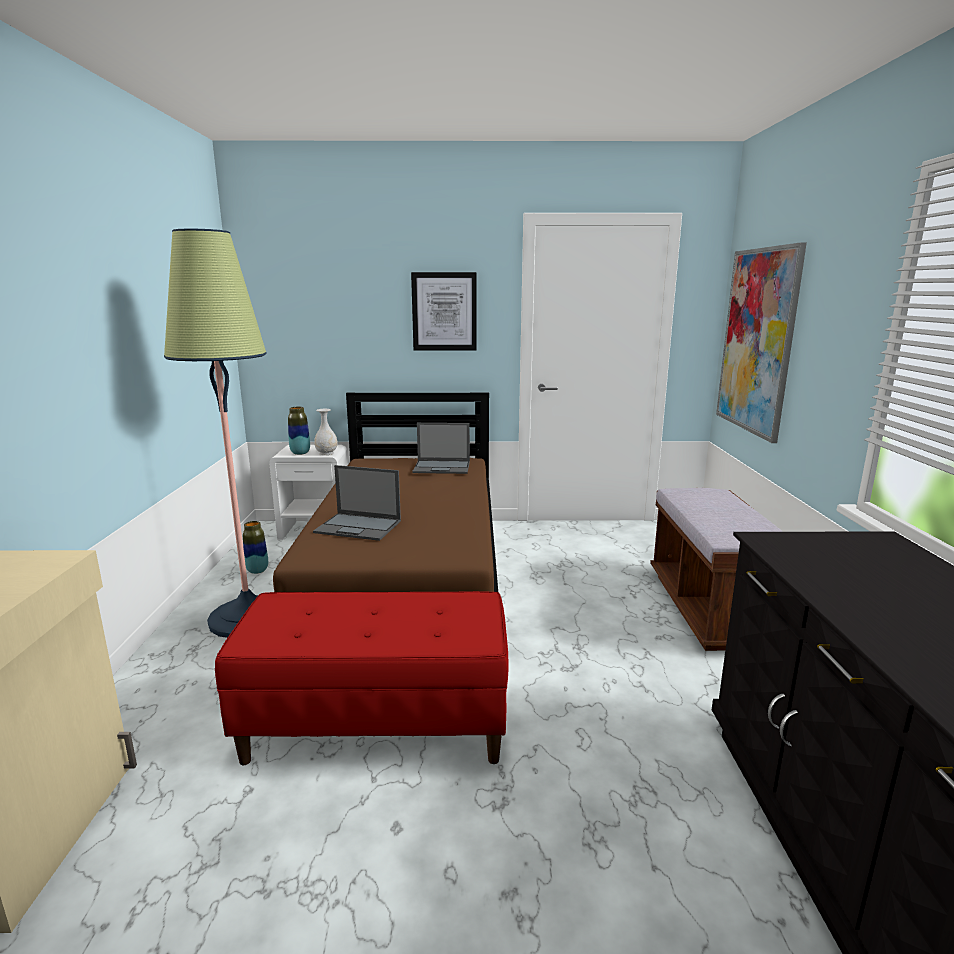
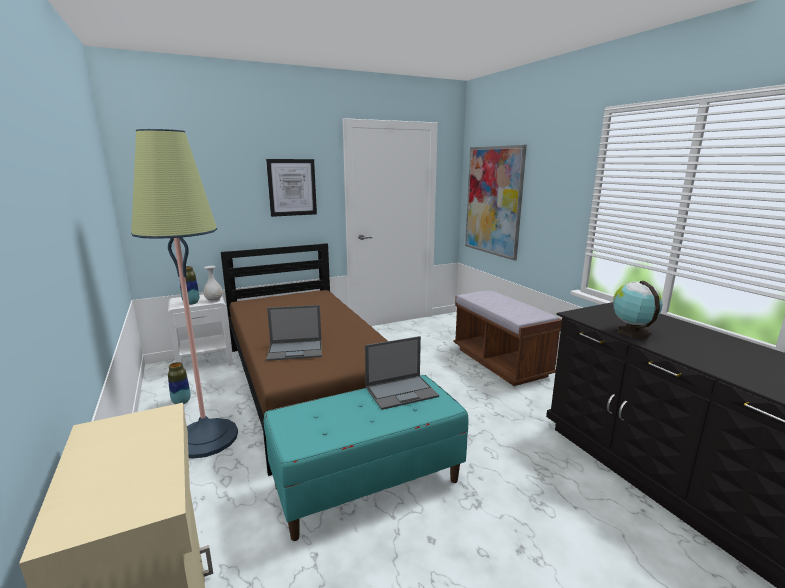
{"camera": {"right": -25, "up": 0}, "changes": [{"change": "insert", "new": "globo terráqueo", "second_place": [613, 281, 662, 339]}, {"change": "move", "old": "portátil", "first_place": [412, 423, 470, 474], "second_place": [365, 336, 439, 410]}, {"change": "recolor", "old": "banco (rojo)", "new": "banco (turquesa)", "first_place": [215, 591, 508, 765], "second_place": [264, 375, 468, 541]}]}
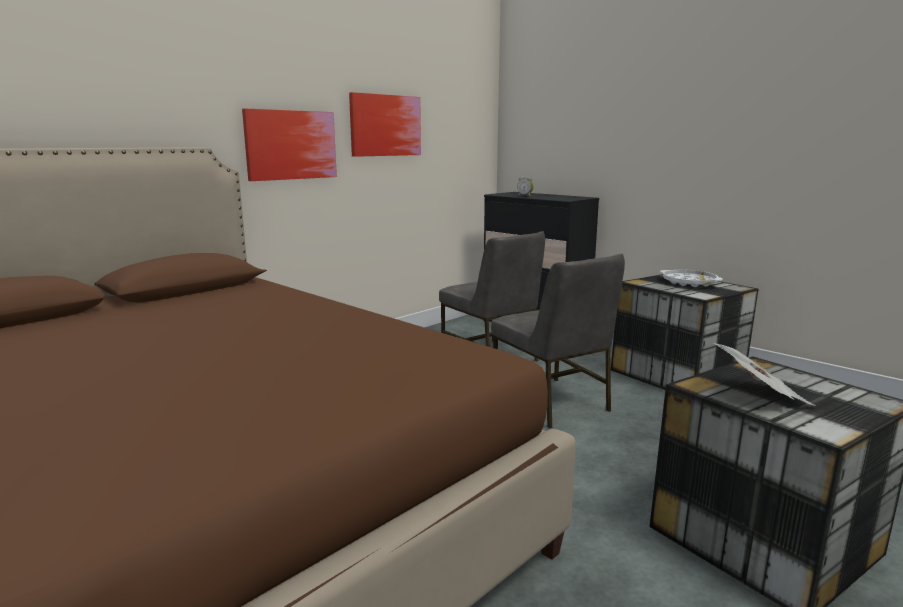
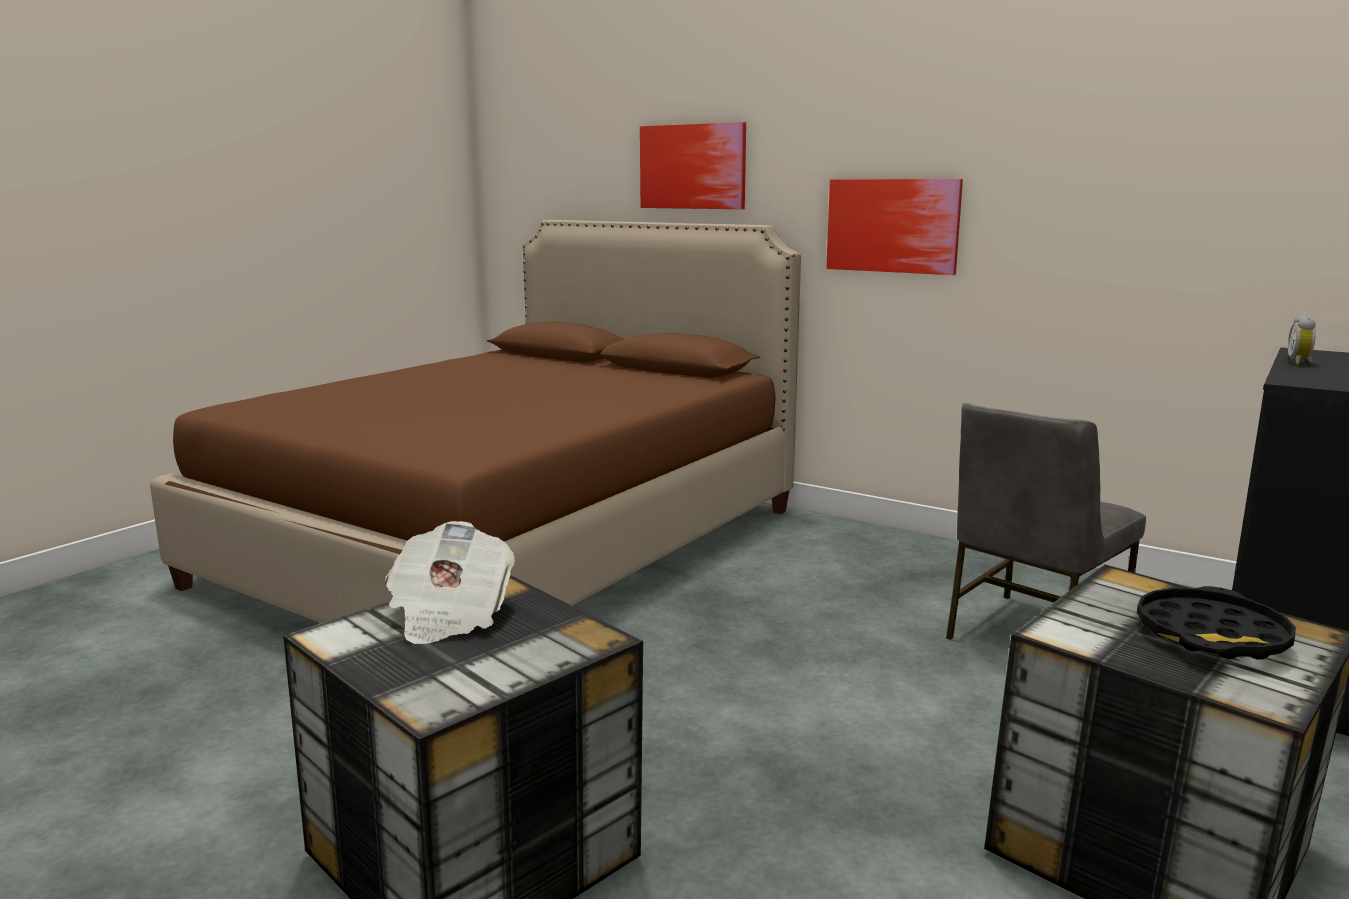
{"camera": {"right": 80, "up": 0}, "changes": [{"change": "delete", "old": "silla (gris)", "first_place": [491, 254, 625, 428]}, {"change": "move", "old": "cuadro", "first_place": [349, 92, 421, 157], "second_place": [640, 122, 746, 209]}, {"change": "recolor", "old": "bandeja (blanco)", "new": "bandeja (negro)", "first_place": [660, 270, 723, 287], "second_place": [1137, 586, 1296, 660]}]}
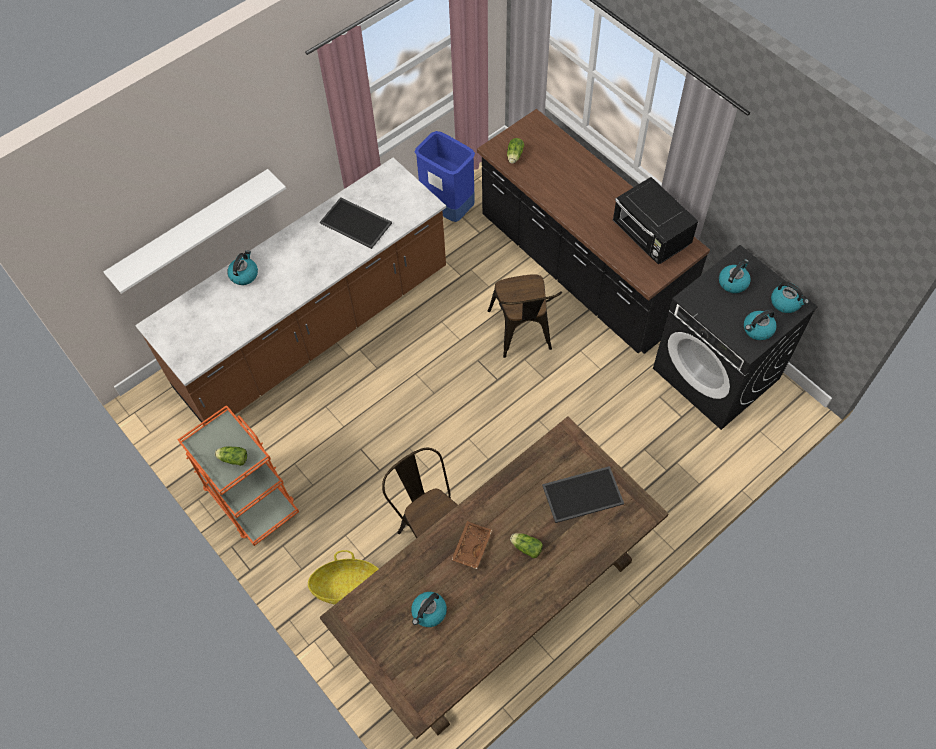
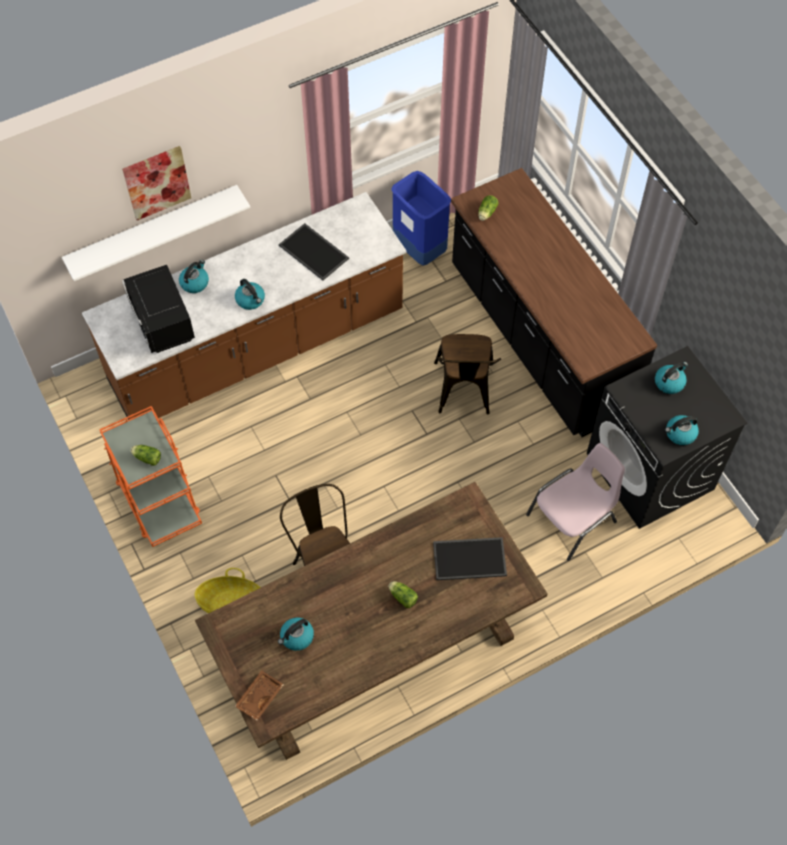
{"camera": {"right": 10, "up": 0}, "changes": [{"change": "insert", "new": "cuadro", "second_place": [122, 146, 191, 220]}, {"change": "insert", "new": "silla (rosa)", "second_place": [526, 443, 625, 561]}, {"change": "move", "old": "bandeja (marrón)", "first_place": [451, 521, 492, 569], "second_place": [235, 670, 284, 721]}, {"change": "move", "old": "microondas (negro)", "first_place": [613, 177, 698, 264], "second_place": [122, 265, 195, 353]}, {"change": "move", "old": "hervidor", "first_place": [771, 282, 809, 313], "second_place": [235, 279, 265, 310]}]}
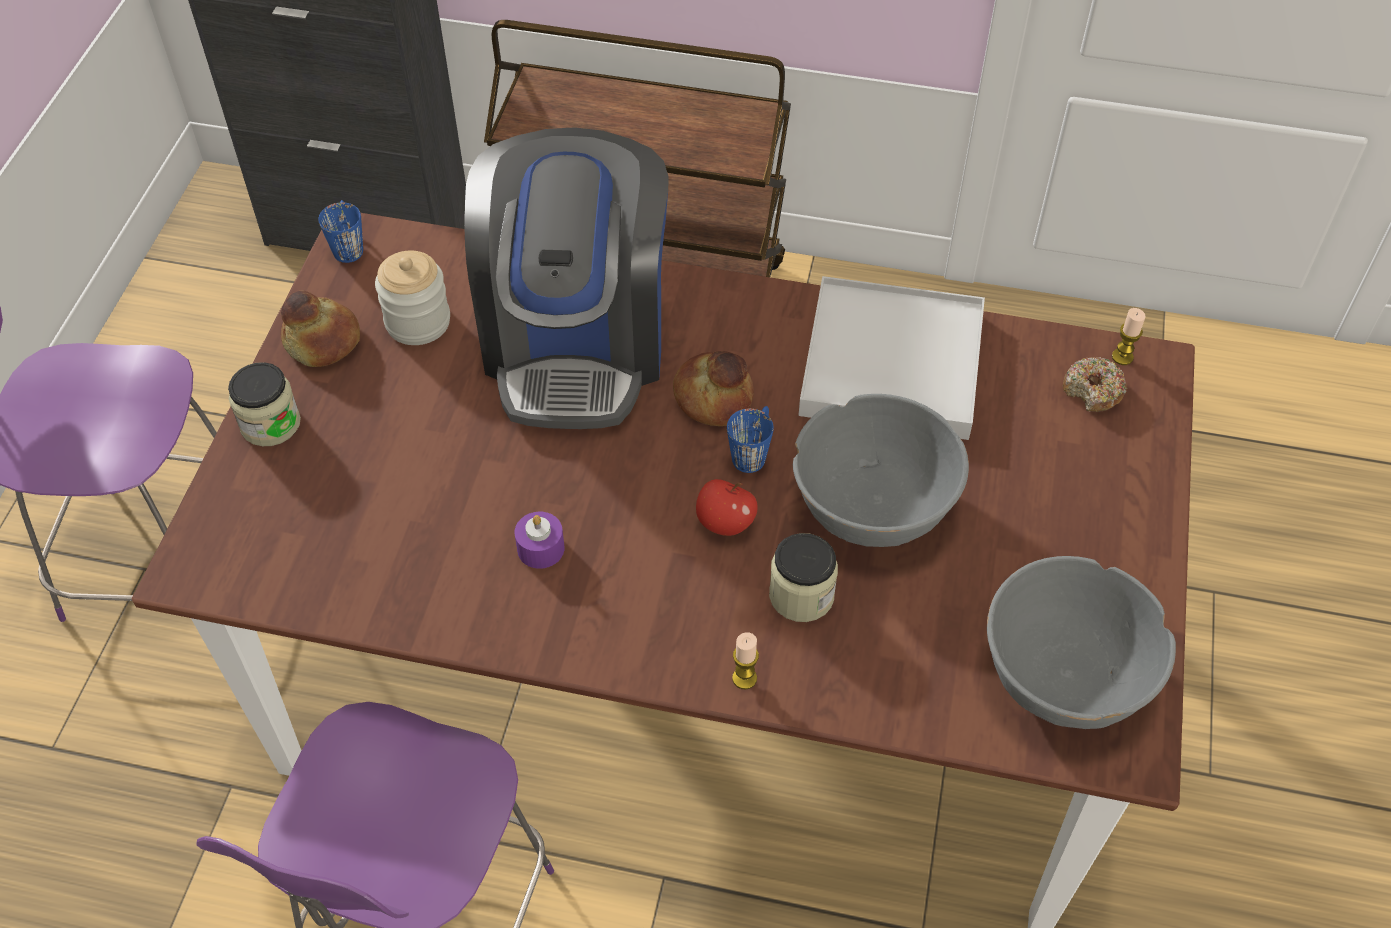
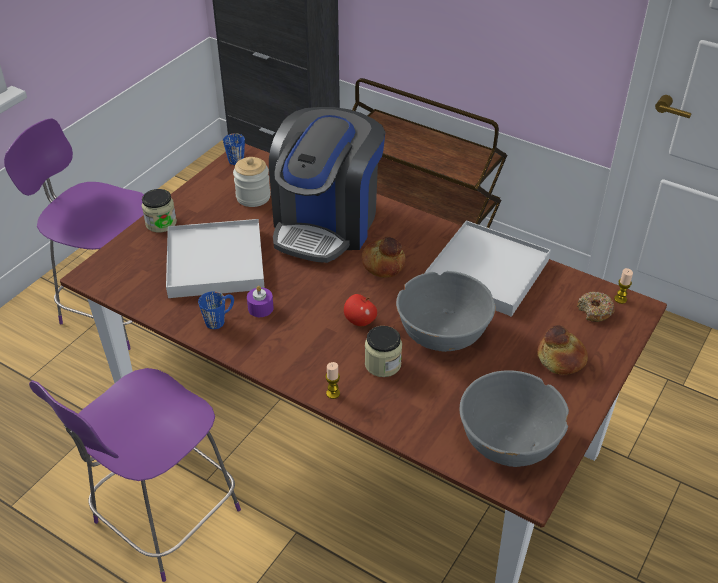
{"camera": {"right": 20, "up": -10}, "changes": [{"change": "insert", "new": "bandeja (blanco)", "second_place": [166, 219, 265, 298]}, {"change": "move", "old": "pan", "first_place": [281, 290, 360, 367], "second_place": [537, 325, 588, 375]}, {"change": "move", "old": "taza grande (azul)", "first_place": [727, 406, 774, 473], "second_place": [198, 291, 234, 329]}]}
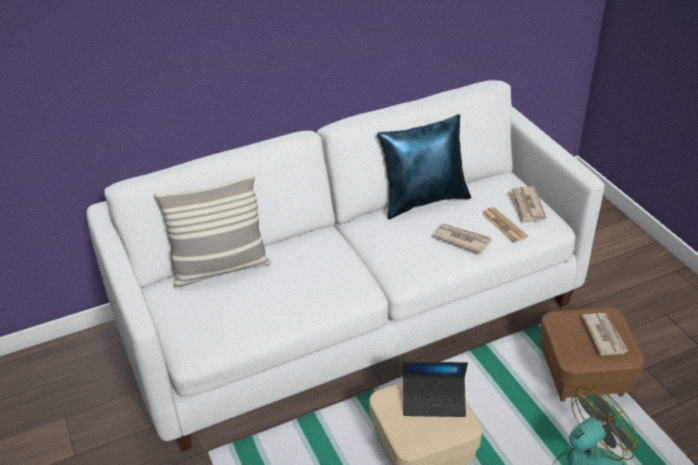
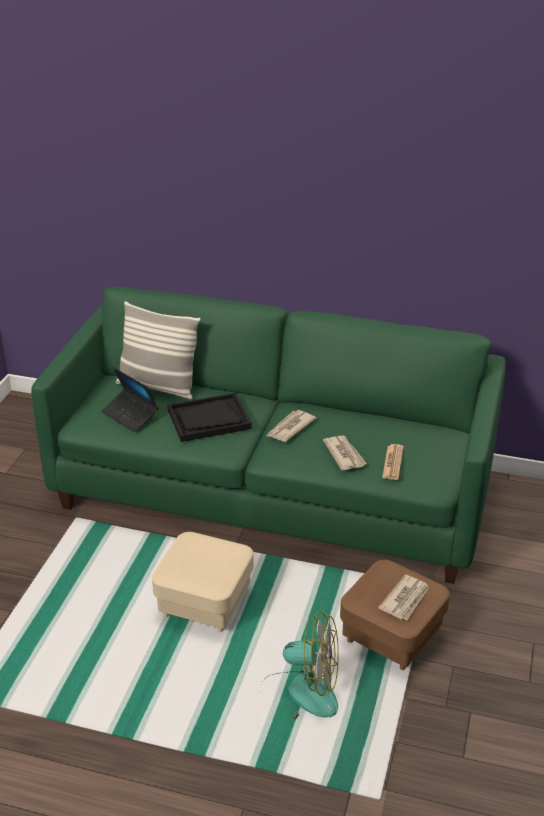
{"camera": {"right": 40, "up": -5}, "changes": [{"change": "delete", "old": "cojín (azul)", "first_place": [377, 114, 471, 219]}, {"change": "insert", "new": "bandeja (negro)", "second_place": [168, 393, 252, 442]}, {"change": "move", "old": "portátil", "first_place": [403, 361, 468, 417], "second_place": [101, 367, 159, 432]}, {"change": "move", "old": "periódico", "first_place": [508, 187, 546, 224], "second_place": [267, 410, 316, 442]}, {"change": "recolor", "old": "sofá (blanco)", "new": "sofá (verde)", "first_place": [87, 80, 604, 451], "second_place": [31, 287, 506, 584]}]}
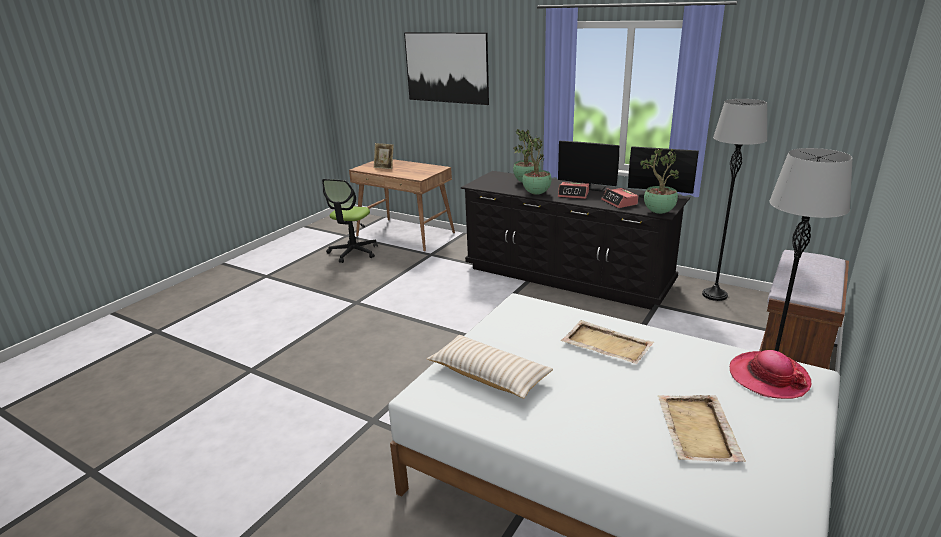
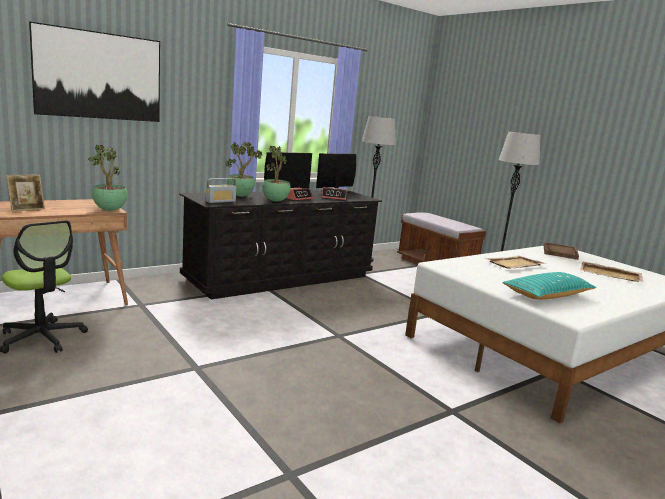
{"camera": {"right": -70, "up": -10}, "changes": [{"change": "insert", "new": "radio", "second_place": [206, 178, 236, 203]}, {"change": "move", "old": "planta en maceta", "first_place": [640, 148, 679, 214], "second_place": [88, 144, 127, 211]}, {"change": "replace", "old": "sombrero", "new": "bandeja (marrón)", "first_place": [730, 350, 812, 399], "second_place": [544, 242, 579, 260]}, {"change": "recolor", "old": "cojín (beis)", "new": "cojín (turquesa)", "first_place": [427, 335, 553, 399], "second_place": [502, 272, 597, 299]}]}
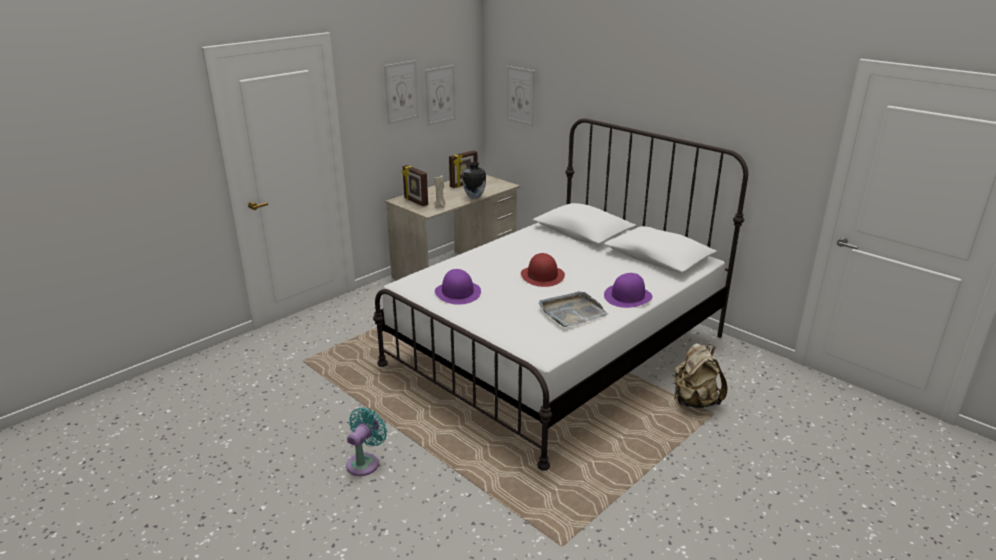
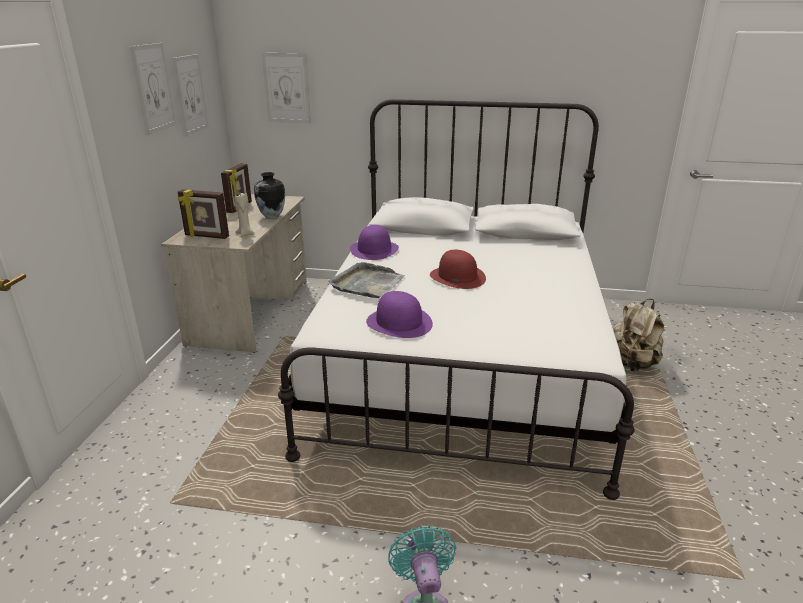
{"camera": {"right": -35, "up": 0}, "changes": [{"change": "move", "old": "bandeja (gris)", "first_place": [538, 291, 608, 327], "second_place": [329, 262, 405, 298]}, {"change": "move", "old": "sombrero (morado)", "first_place": [604, 273, 652, 308], "second_place": [350, 225, 399, 260]}]}
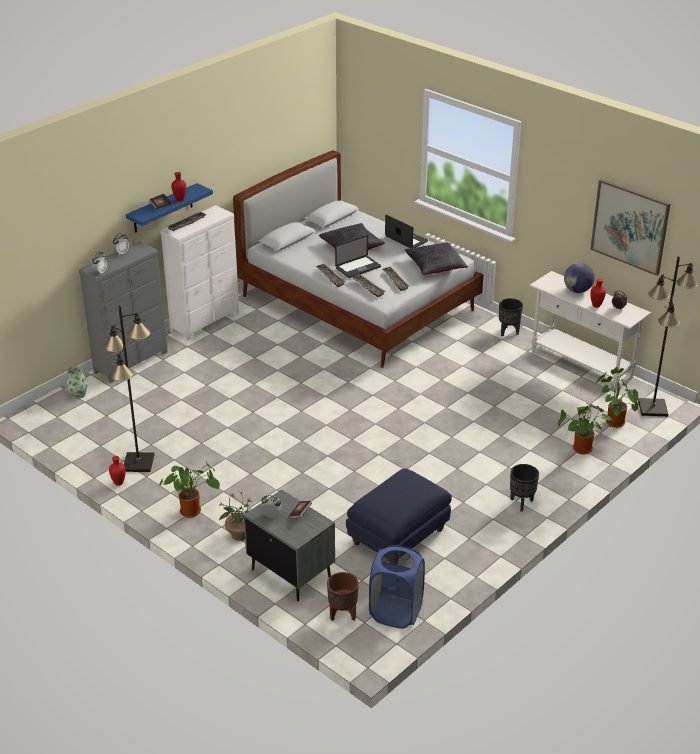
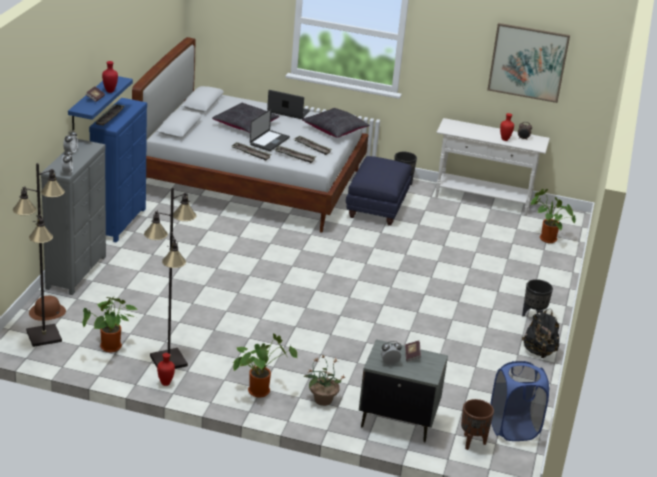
{"camera": {"right": -30, "up": -5}, "changes": [{"change": "delete", "old": "globo terráqueo", "first_place": [564, 263, 594, 293]}, {"change": "insert", "new": "mochila (negro)", "second_place": [522, 309, 559, 358]}, {"change": "move", "old": "puf (azul)", "first_place": [346, 468, 452, 552], "second_place": [346, 156, 412, 226]}, {"change": "move", "old": "planta en maceta", "first_place": [558, 403, 612, 454], "second_place": [82, 296, 139, 352]}, {"change": "move", "old": "lámpara de pie (negro)", "first_place": [638, 256, 698, 416], "second_place": [13, 163, 65, 347]}, {"change": "replace", "old": "florero", "new": "sombrero (marrón)", "first_place": [65, 366, 88, 399], "second_place": [29, 296, 66, 321]}, {"change": "recolor", "old": "cómoda (blanco)", "new": "cómoda (azul)", "first_place": [160, 205, 239, 341], "second_place": [89, 98, 147, 243]}]}
